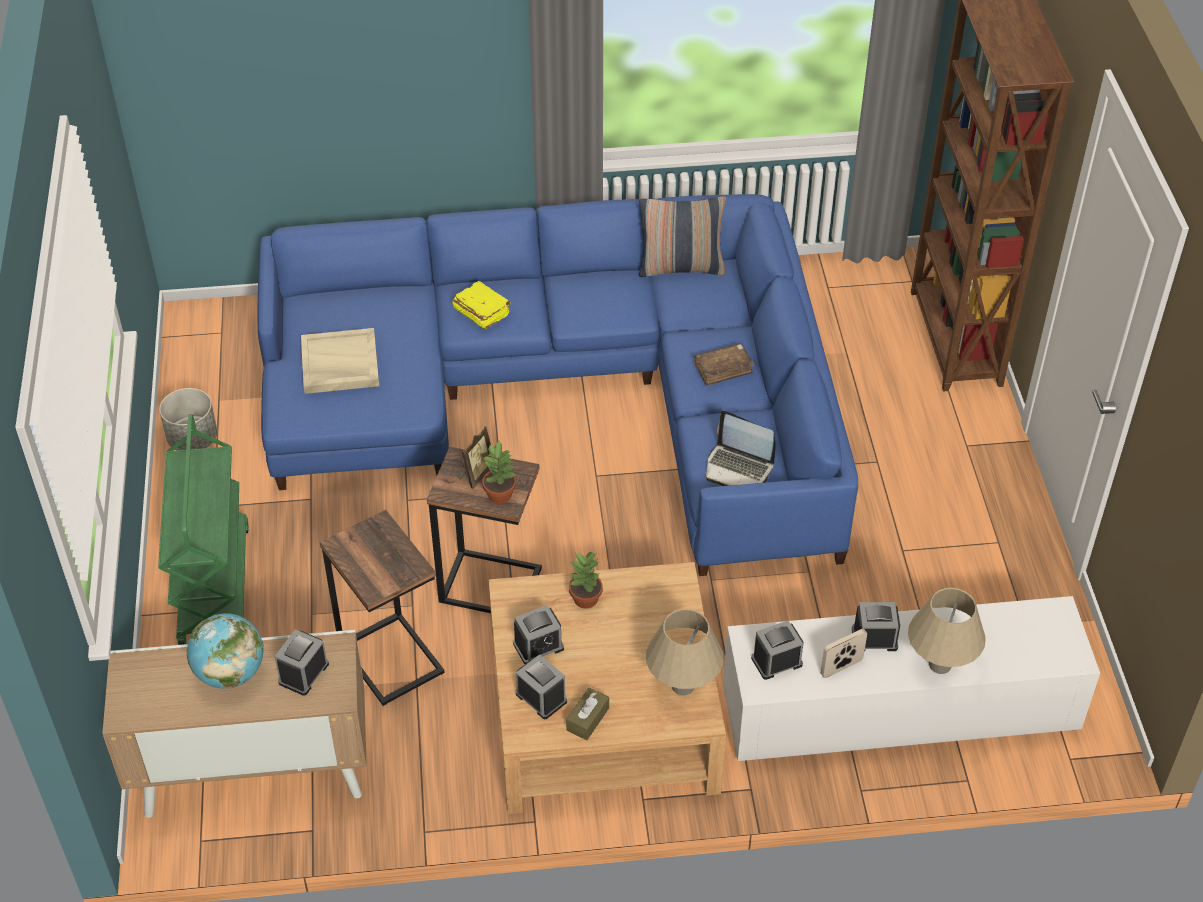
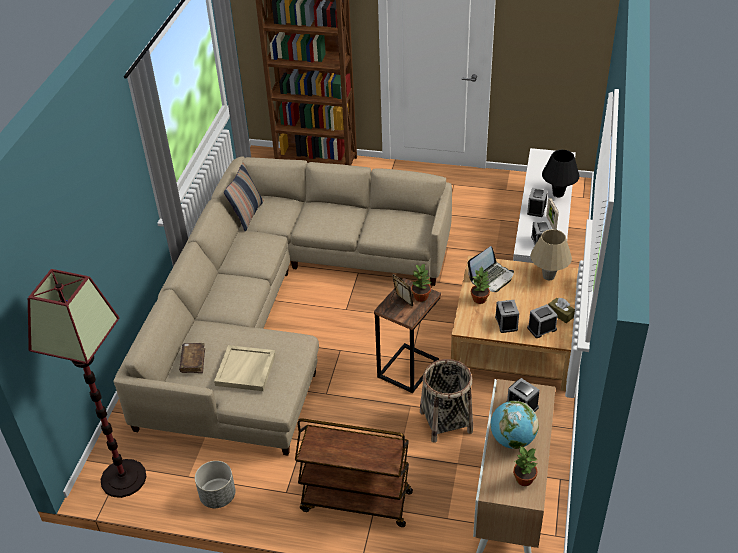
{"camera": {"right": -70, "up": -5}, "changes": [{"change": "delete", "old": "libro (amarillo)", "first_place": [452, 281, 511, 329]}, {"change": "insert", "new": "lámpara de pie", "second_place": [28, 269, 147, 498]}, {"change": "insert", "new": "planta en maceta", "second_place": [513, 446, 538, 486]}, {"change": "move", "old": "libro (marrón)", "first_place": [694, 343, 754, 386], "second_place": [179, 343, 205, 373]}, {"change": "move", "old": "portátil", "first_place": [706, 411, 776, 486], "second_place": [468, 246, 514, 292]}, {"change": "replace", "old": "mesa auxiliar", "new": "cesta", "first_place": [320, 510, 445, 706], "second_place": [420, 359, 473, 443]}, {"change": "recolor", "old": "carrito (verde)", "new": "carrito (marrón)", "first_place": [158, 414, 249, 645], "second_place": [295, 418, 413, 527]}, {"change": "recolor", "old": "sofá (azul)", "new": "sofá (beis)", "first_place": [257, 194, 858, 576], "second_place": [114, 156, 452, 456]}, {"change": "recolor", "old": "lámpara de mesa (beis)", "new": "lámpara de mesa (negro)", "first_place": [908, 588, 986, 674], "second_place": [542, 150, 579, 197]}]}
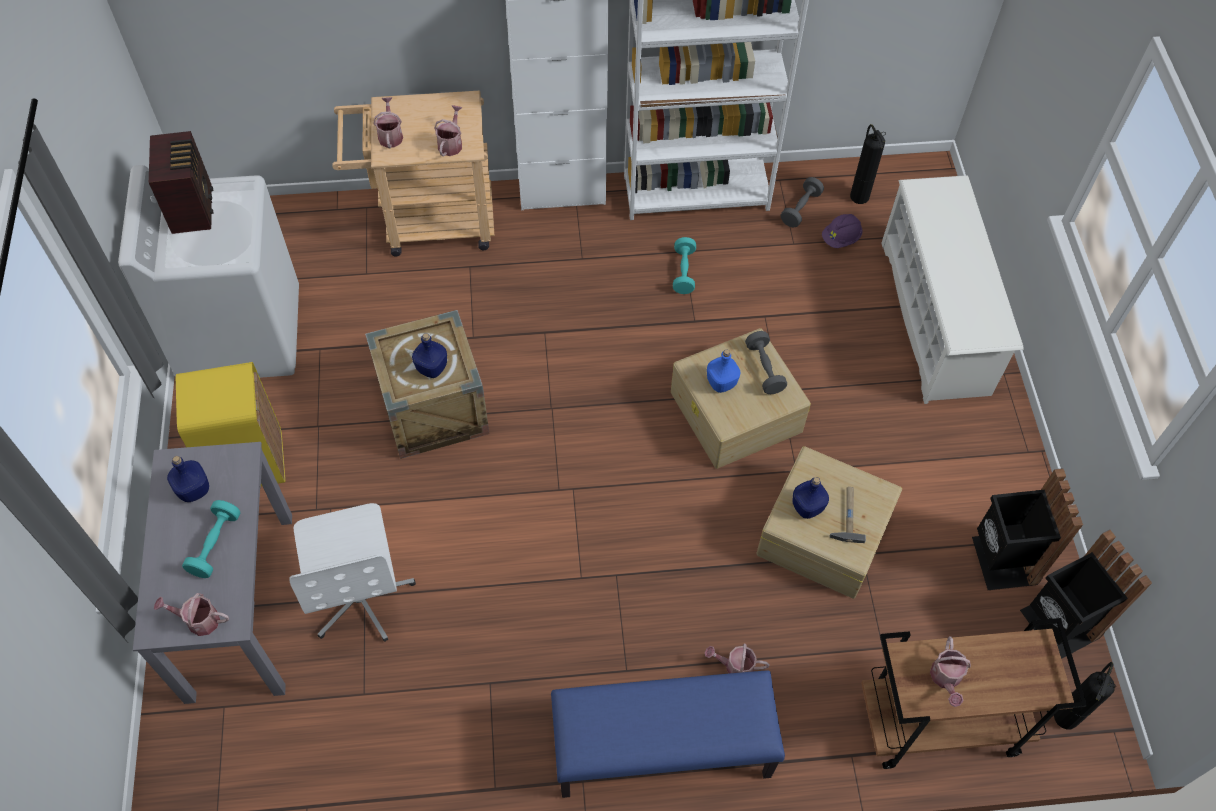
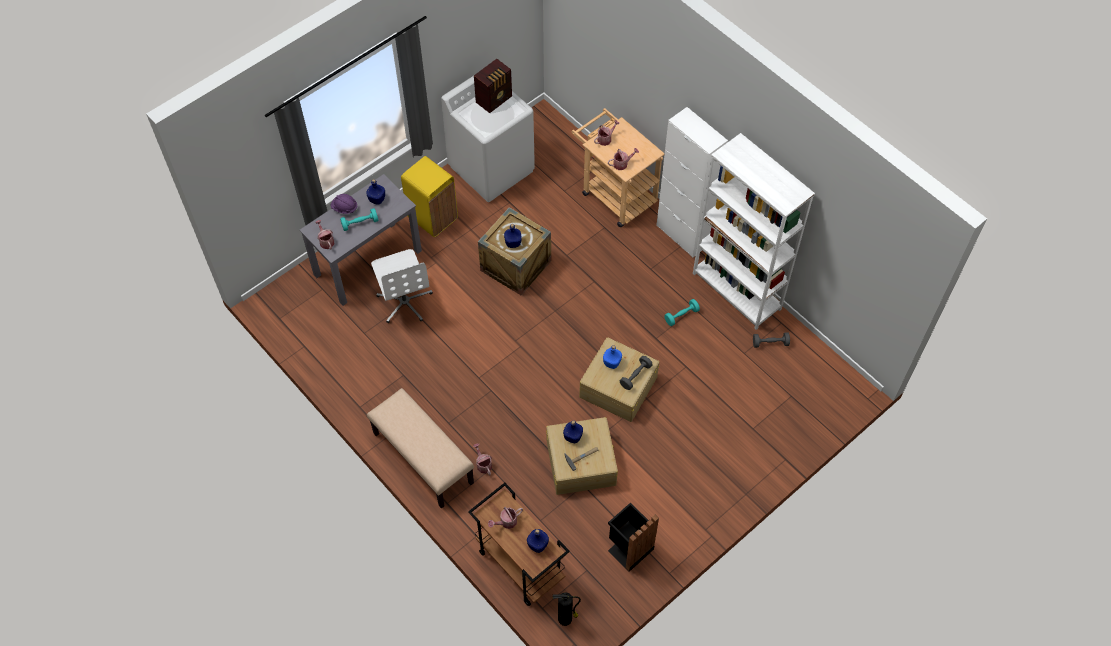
{"camera": {"right": 55, "up": 0}, "changes": [{"change": "delete", "old": "extintor", "first_place": [850, 124, 886, 204]}, {"change": "delete", "old": "zapatero (blanco)", "first_place": [882, 175, 1024, 404]}, {"change": "delete", "old": "papelera (negro)", "first_place": [1020, 530, 1152, 659]}, {"change": "insert", "new": "botella (azul)", "second_place": [527, 529, 549, 553]}, {"change": "move", "old": "casco (morado)", "first_place": [822, 214, 863, 248], "second_place": [331, 194, 358, 214]}, {"change": "recolor", "old": "banco (azul)", "new": "banco (beis)", "first_place": [551, 670, 785, 798], "second_place": [367, 388, 474, 509]}, {"change": "rotate", "old": "silla de oficina (blanco)", "first_place": [289, 503, 416, 642], "second_place": [371, 249, 433, 323], "degrees": -60}]}
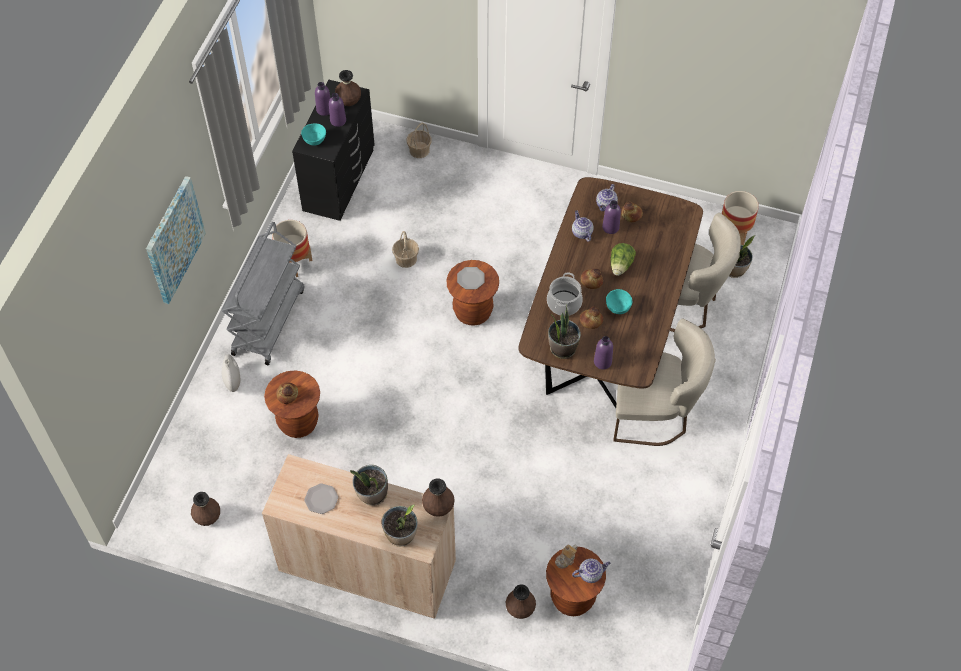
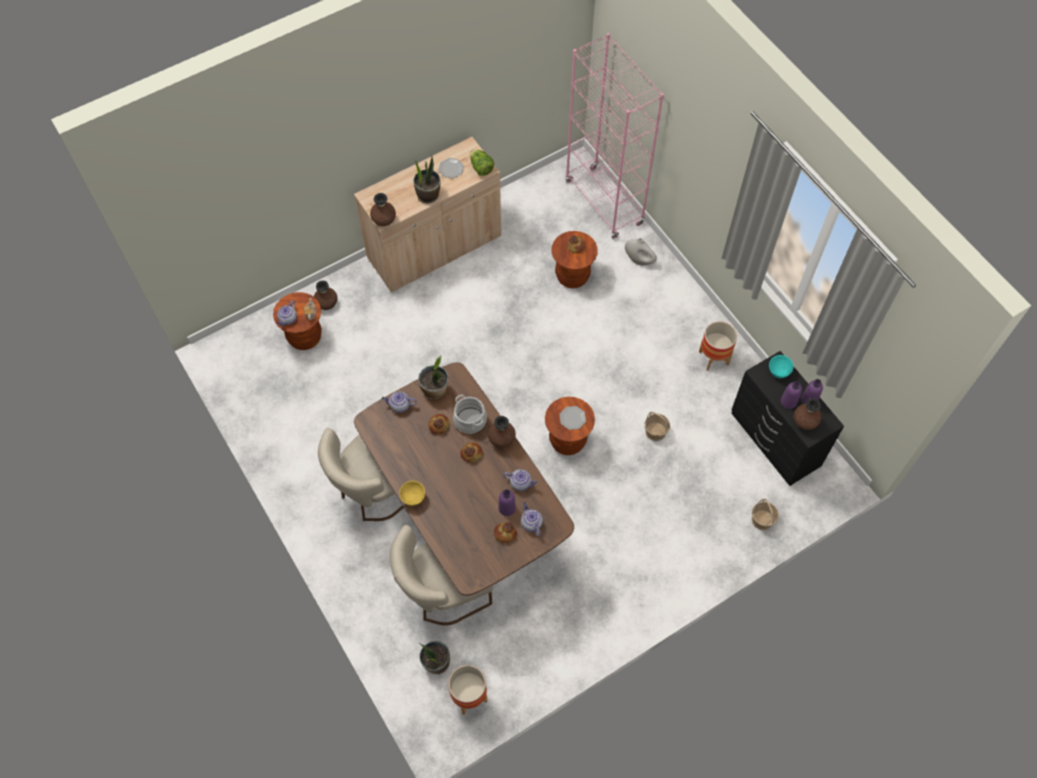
{"camera": {"right": 130, "up": 5}, "changes": [{"change": "delete", "old": "cuadro", "first_place": [146, 176, 206, 304]}, {"change": "delete", "old": "carrito (gris)", "first_place": [221, 222, 304, 365]}, {"change": "delete", "old": "planta en maceta", "first_place": [381, 505, 418, 547]}, {"change": "delete", "old": "cuenco (turquesa)", "first_place": [606, 289, 632, 314]}, {"change": "insert", "new": "cuenco (amarillo)", "second_place": [399, 481, 425, 506]}, {"change": "insert", "new": "estantería (rosa)", "second_place": [565, 33, 664, 239]}, {"change": "move", "old": "florero (marrón)", "first_place": [191, 492, 220, 526], "second_place": [488, 416, 516, 448]}, {"change": "move", "old": "lechuga", "first_place": [610, 243, 636, 276], "second_place": [470, 149, 494, 176]}, {"change": "replace", "old": "botella (morado)", "new": "tetera", "first_place": [594, 336, 613, 370], "second_place": [382, 392, 417, 413]}]}
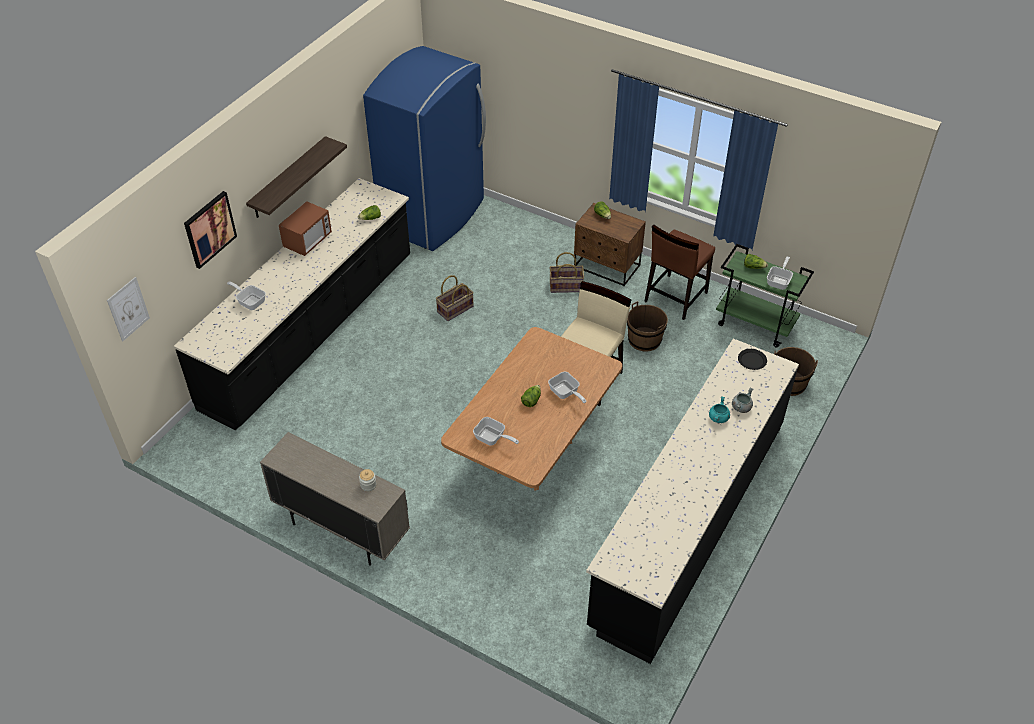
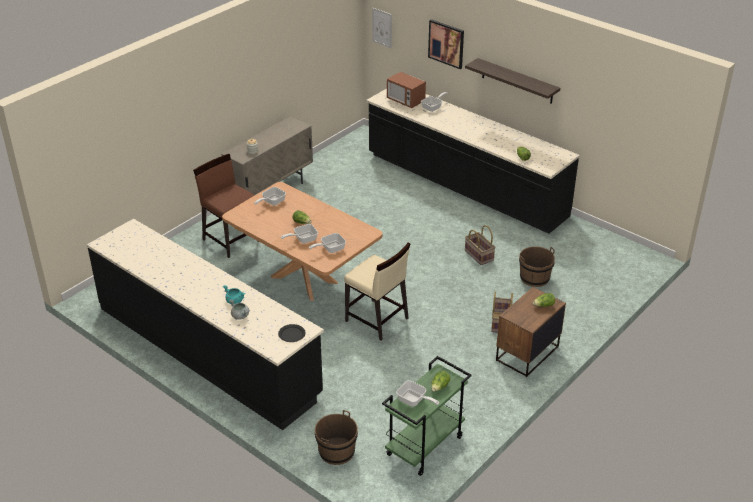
{"camera": {"right": 100, "up": -10}, "changes": [{"change": "delete", "old": "nevera (azul)", "first_place": [363, 46, 486, 251]}, {"change": "insert", "new": "sartén", "second_place": [309, 233, 346, 253]}, {"change": "move", "old": "microondas", "first_place": [279, 201, 332, 256], "second_place": [387, 72, 426, 108]}, {"change": "move", "old": "cubo (marrón)", "first_place": [627, 301, 668, 352], "second_place": [519, 246, 555, 287]}, {"change": "move", "old": "silla (marrón)", "first_place": [644, 224, 715, 320], "second_place": [193, 154, 259, 258]}]}
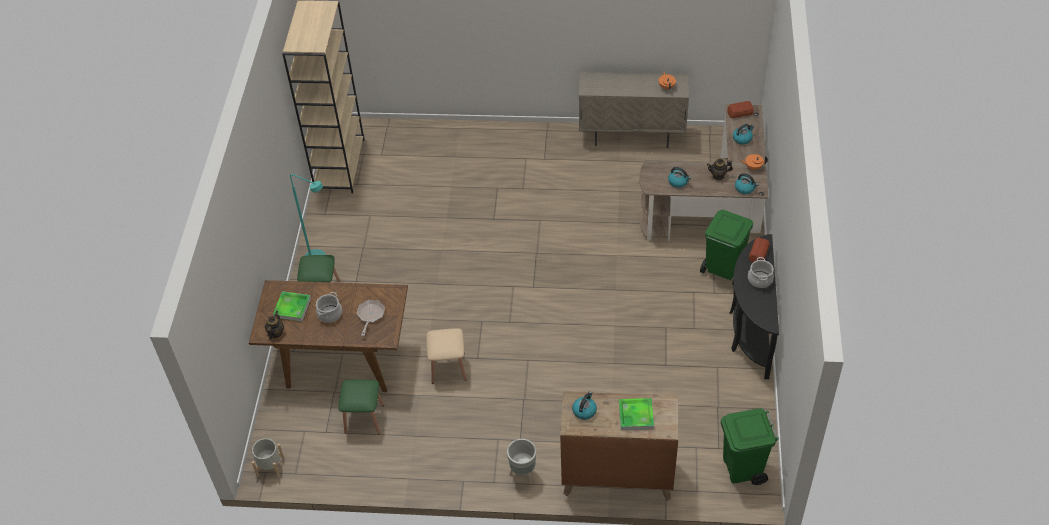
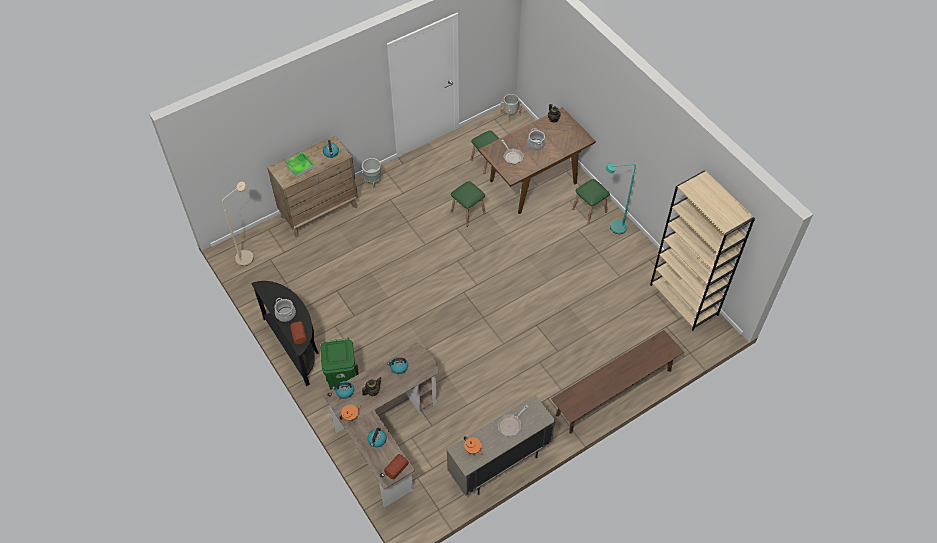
{"camera": {"right": 140, "up": 5}, "changes": [{"change": "delete", "old": "bandeja", "first_place": [273, 291, 311, 322]}, {"change": "insert", "new": "sartén", "second_place": [498, 405, 529, 436]}, {"change": "insert", "new": "banco (marrón)", "second_place": [551, 330, 684, 433]}, {"change": "replace", "old": "papelera (verde)", "new": "lámpara de pie (beis)", "first_place": [721, 408, 779, 485], "second_place": [222, 182, 253, 266]}, {"change": "recolor", "old": "taburete (beis)", "new": "taburete (verde)", "first_place": [426, 328, 467, 384], "second_place": [451, 181, 485, 227]}]}
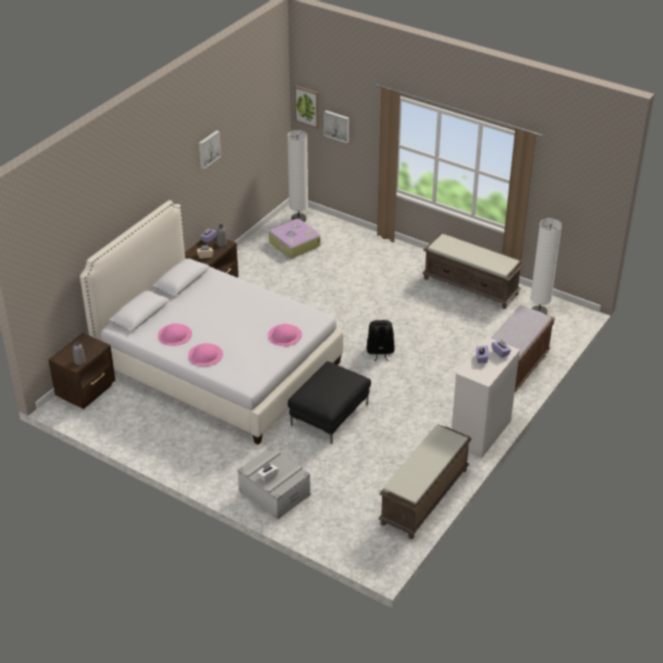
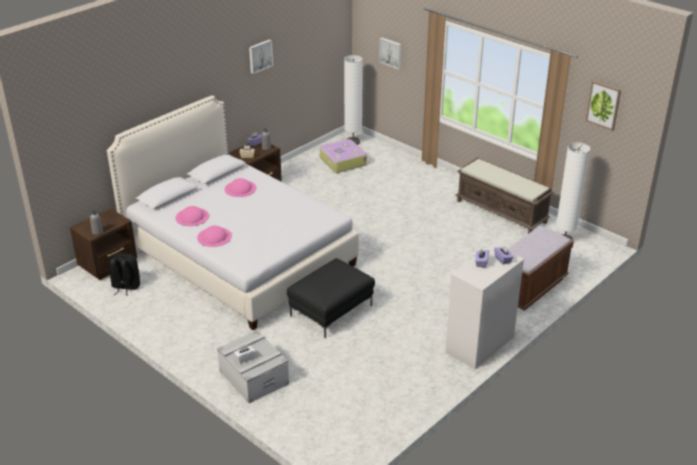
{"camera": {"right": 10, "up": -5}, "changes": [{"change": "delete", "old": "banco (marrón)", "first_place": [378, 424, 472, 539]}, {"change": "move", "old": "sombrero (rosa)", "first_place": [268, 324, 302, 346], "second_place": [225, 178, 256, 197]}, {"change": "move", "old": "cuadro", "first_place": [294, 85, 319, 129], "second_place": [586, 81, 621, 131]}, {"change": "move", "old": "mochila (negro)", "first_place": [366, 320, 394, 361], "second_place": [109, 253, 140, 296]}]}
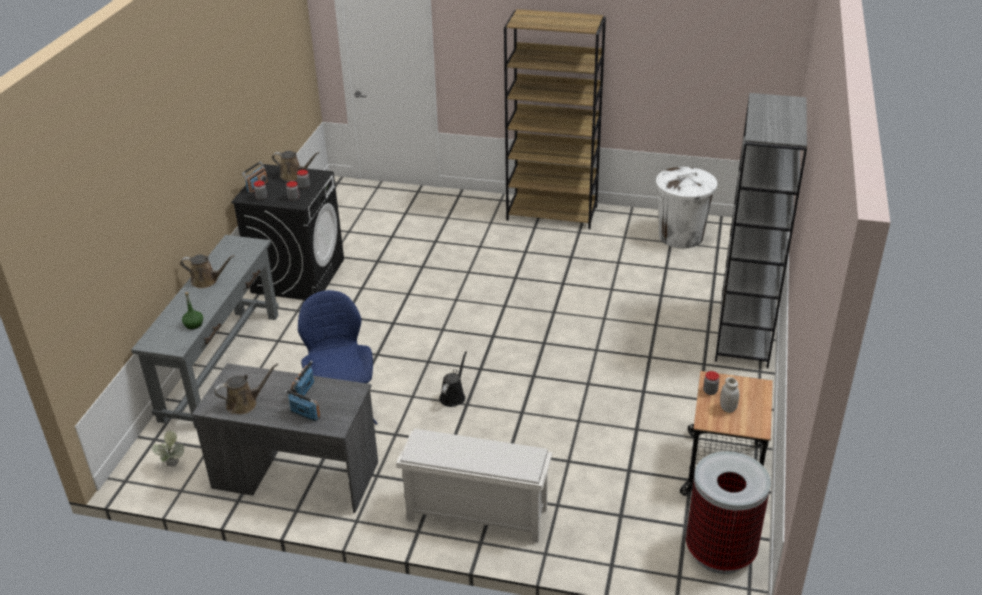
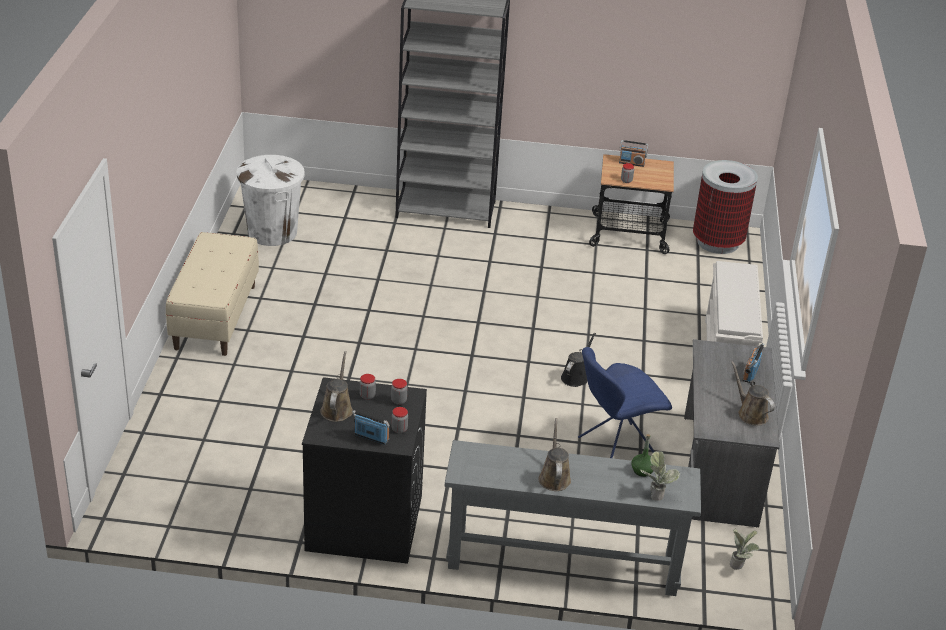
{"camera": {"right": -100, "up": 0}, "changes": [{"change": "delete", "old": "tarro (blanco)", "first_place": [720, 377, 739, 413]}, {"change": "insert", "new": "planta en maceta", "second_place": [641, 451, 680, 501]}, {"change": "move", "old": "radio", "first_place": [291, 361, 314, 396], "second_place": [619, 140, 648, 167]}, {"change": "replace", "old": "estantería (marrón)", "new": "banco (beis)", "first_place": [504, 9, 606, 229], "second_place": [166, 232, 259, 356]}, {"change": "rotate", "old": "regadera (negro)", "first_place": [439, 351, 467, 407], "second_place": [561, 333, 596, 387], "degrees": 105}]}
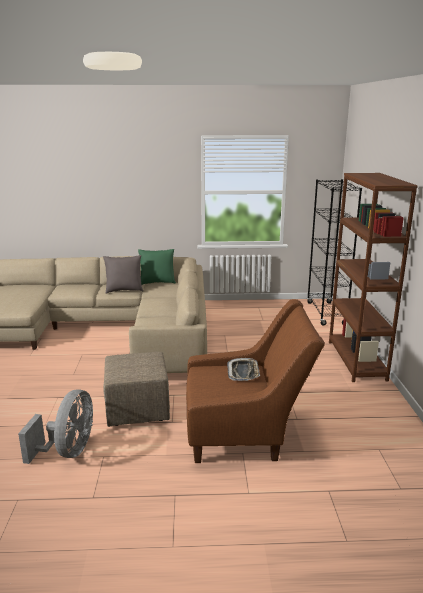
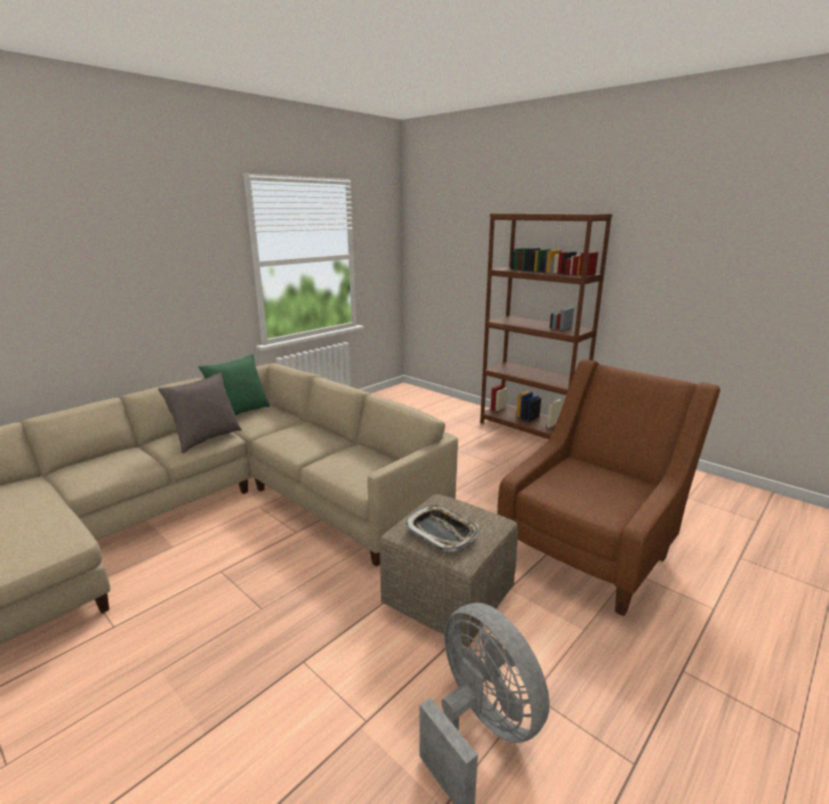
{"camera": {"right": -45, "up": 0}, "changes": [{"change": "delete", "old": "estantería (negro)", "first_place": [307, 179, 362, 326]}, {"change": "move", "old": "bandeja", "first_place": [227, 358, 260, 381], "second_place": [404, 505, 479, 552]}]}
